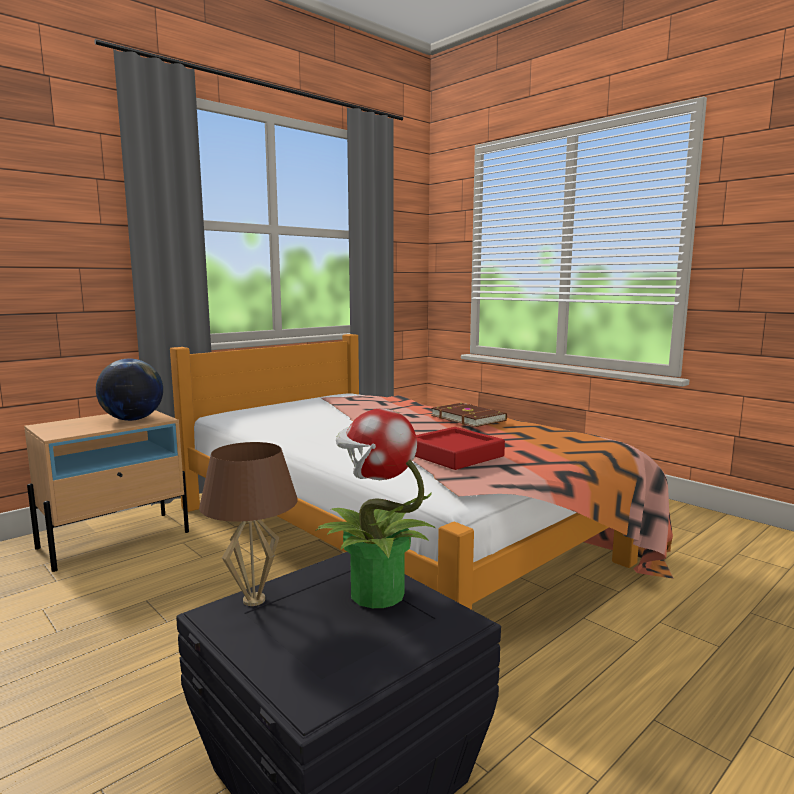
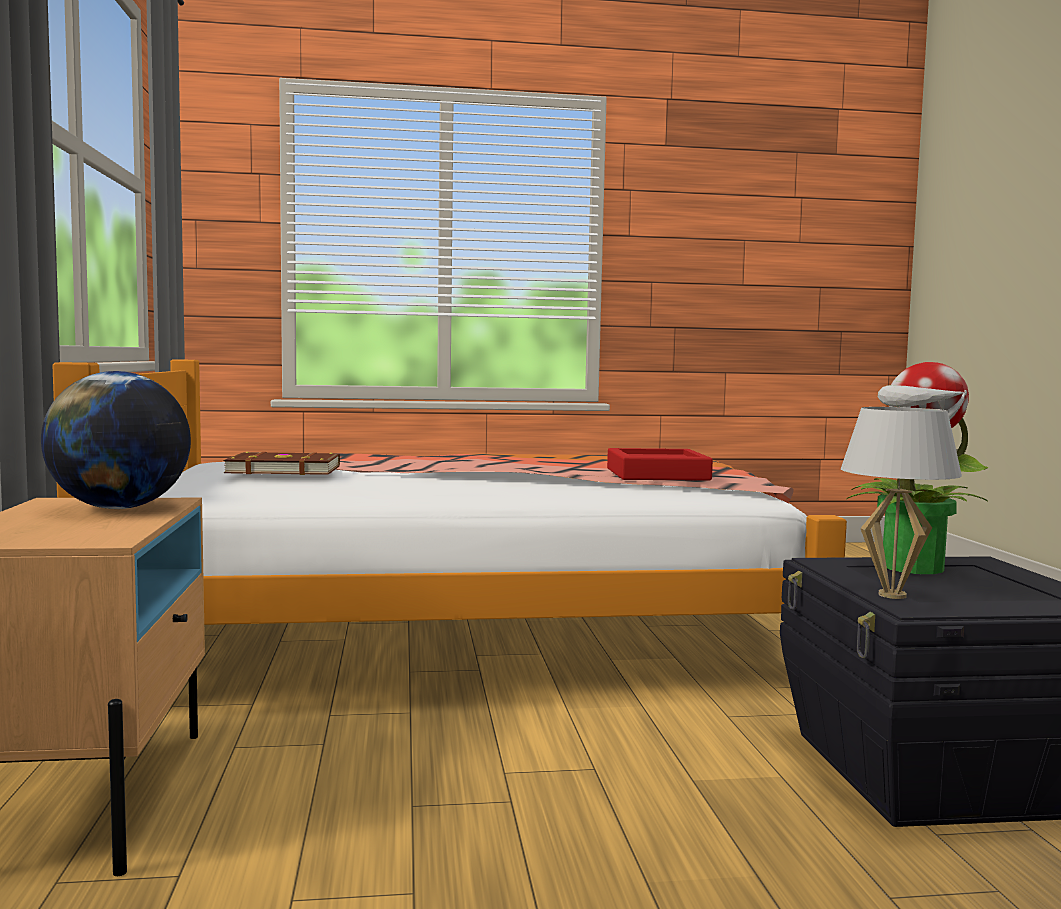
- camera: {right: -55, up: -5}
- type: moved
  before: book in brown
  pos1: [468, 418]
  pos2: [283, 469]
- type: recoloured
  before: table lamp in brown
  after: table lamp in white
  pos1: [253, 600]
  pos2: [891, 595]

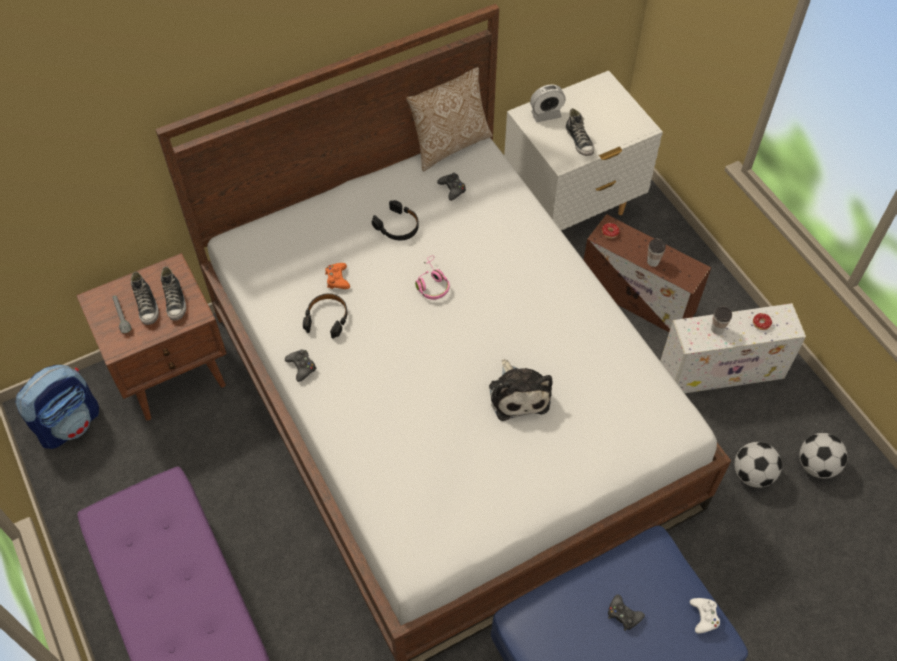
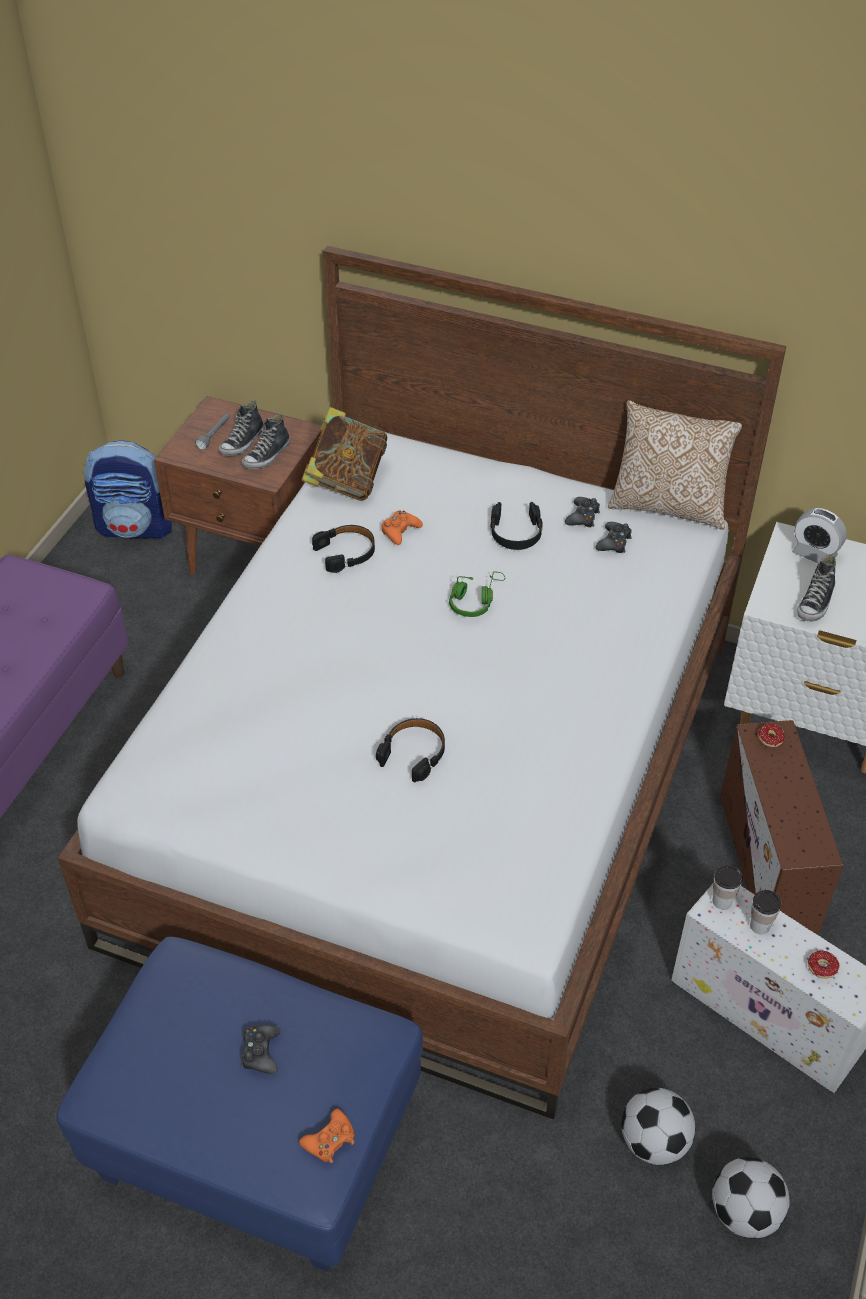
- camera: {right: 50, up: -10}
- type: recoloured
  before: game controller in white
  after: game controller in orange
  pos1: [704, 616]
  pos2: [330, 1140]
- type: added
  after: book
  pos2: [346, 480]
- type: replaced
  before: plush toy
  after: headphones in black
  pos1: [518, 394]
  pos2: [414, 753]
- type: recoloured
  before: headphones in pink
  after: headphones in green
  pos1: [431, 283]
  pos2: [475, 600]
- type: moved
  before: game controller in black
  pos1: [301, 367]
  pos2: [582, 517]
- type: moved
  before: cup
  pos1: [653, 261]
  pos2: [722, 901]

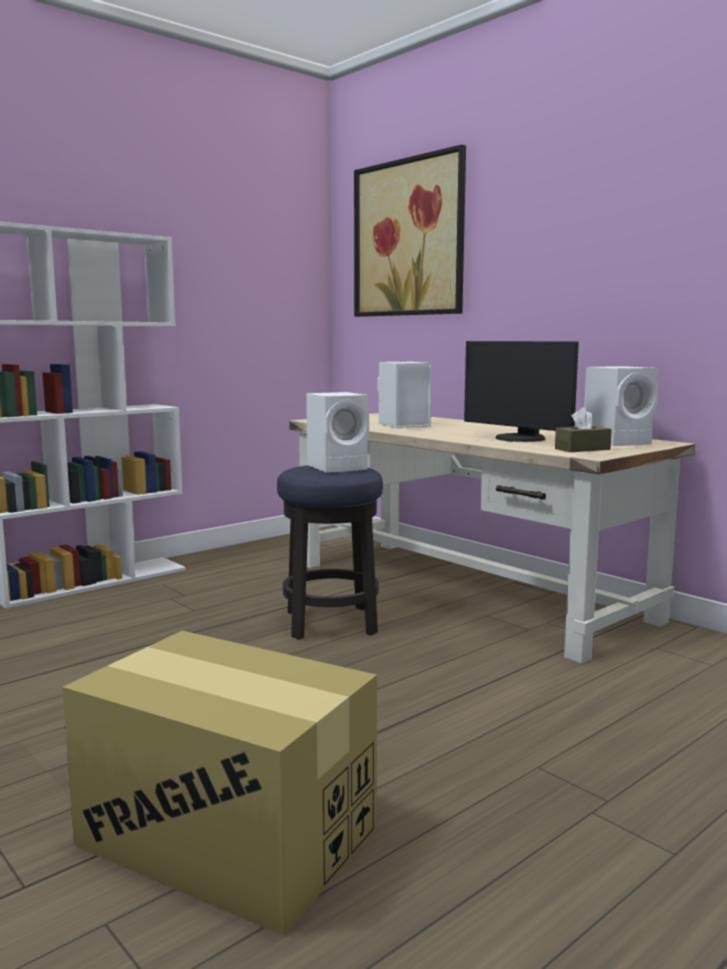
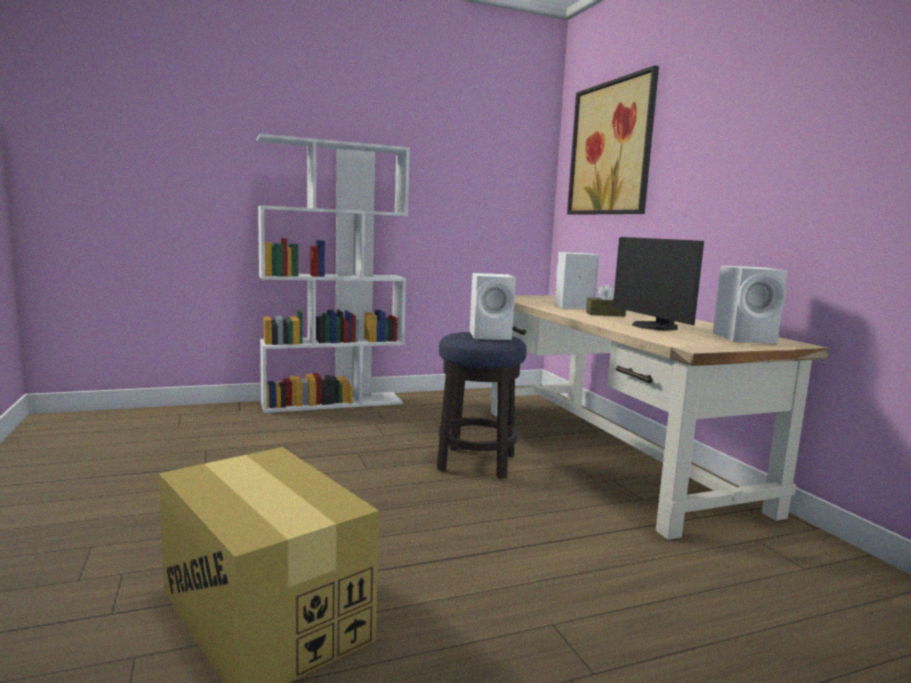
- camera: {right: 20, up: 0}
- type: moved
  before: tissue box in brown
  pos1: [582, 449]
  pos2: [605, 314]

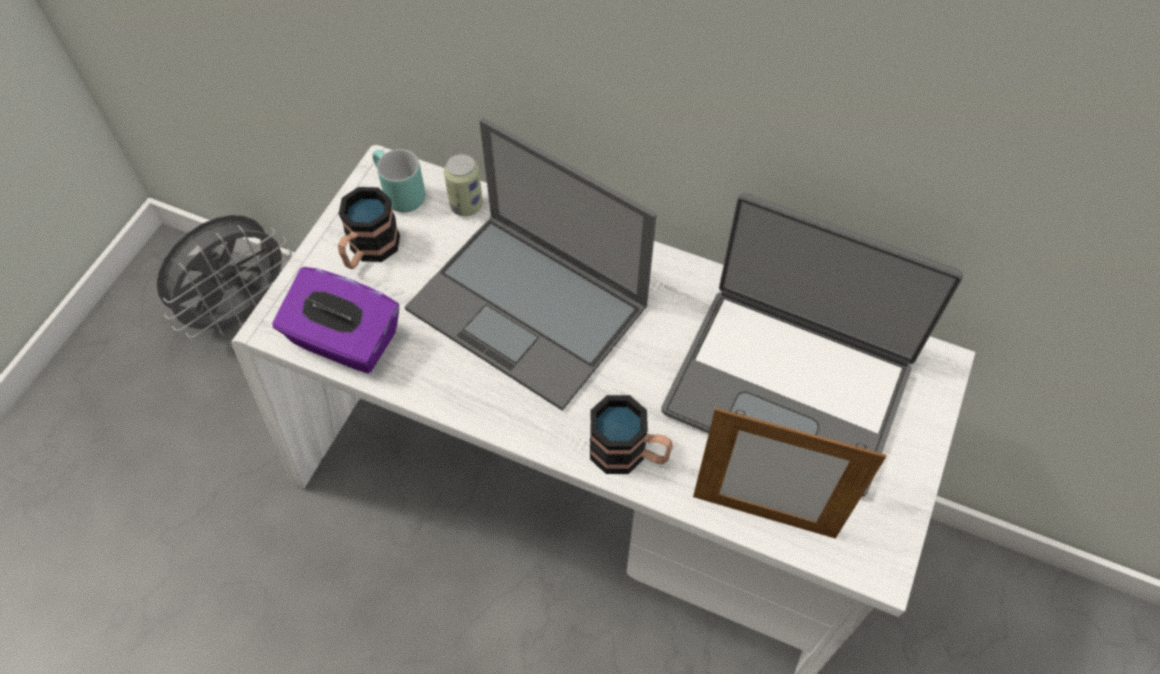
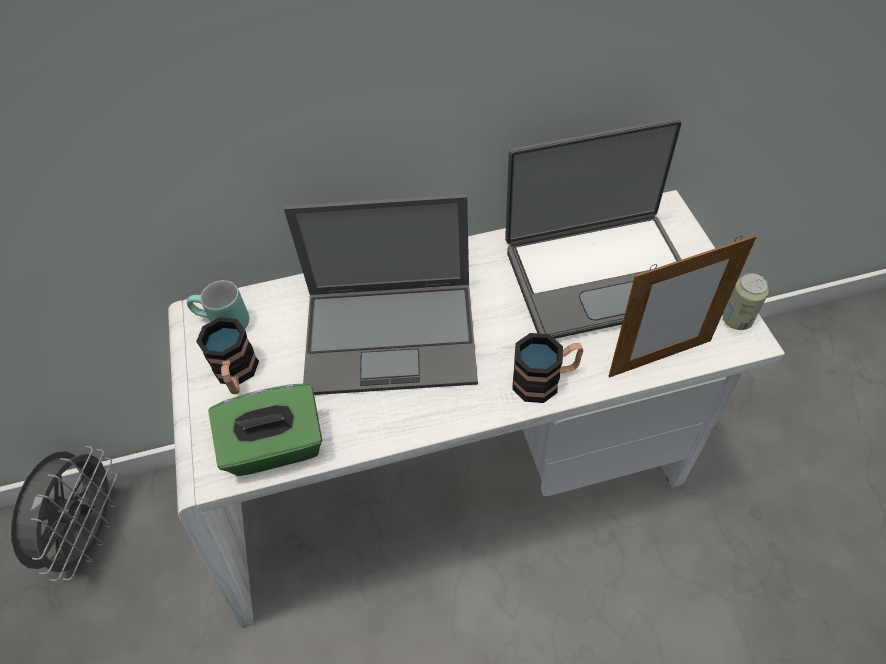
- camera: {right: -35, up: -5}
- type: recoloured
  before: tissue box in purple
  after: tissue box in green
  pos1: [344, 341]
  pos2: [276, 447]
- type: moved
  before: can
  pos1: [466, 205]
  pos2: [736, 320]

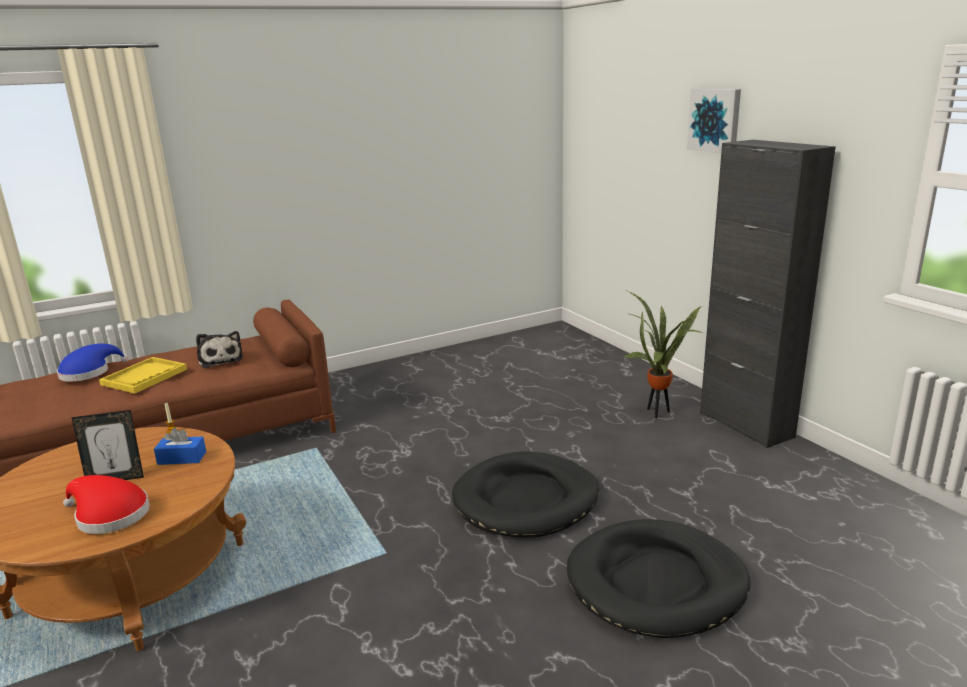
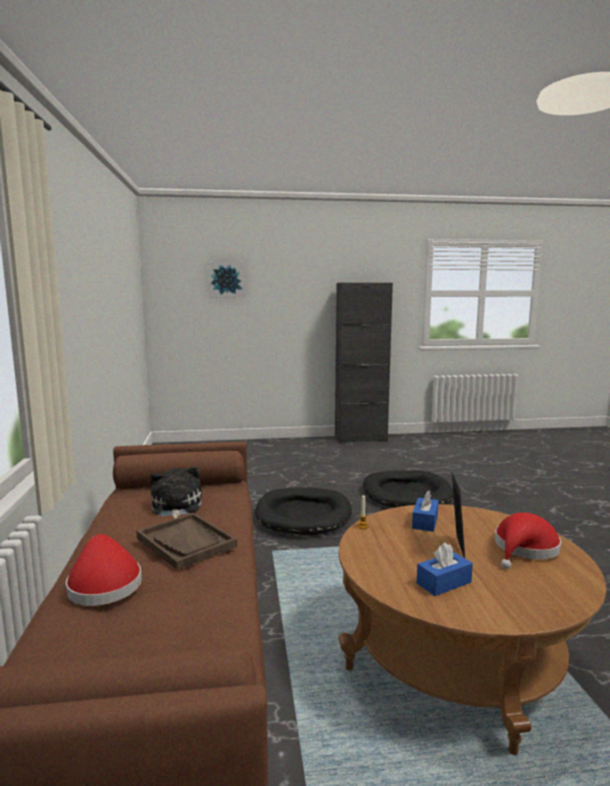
- camera: {right: -70, up: -10}
- type: recoloured
  before: hat in blue
  after: hat in red
  pos1: [88, 372]
  pos2: [104, 584]
- type: recoloured
  before: tray in yellow
  after: tray in brown
  pos1: [144, 377]
  pos2: [186, 542]
- type: turned
  before: plush toy
  pos1: [220, 359]
  pos2: [175, 507]
  turn: -90
- type: moved
  before: picture
  pos1: [715, 120]
  pos2: [226, 279]
- type: moved
  before: dog bed in black
  pos1: [656, 583]
  pos2: [303, 515]
- type: added
  after: tissue box in blue
  pos2: [444, 583]
- type: removed
  before: potted plant
  pos1: [657, 412]

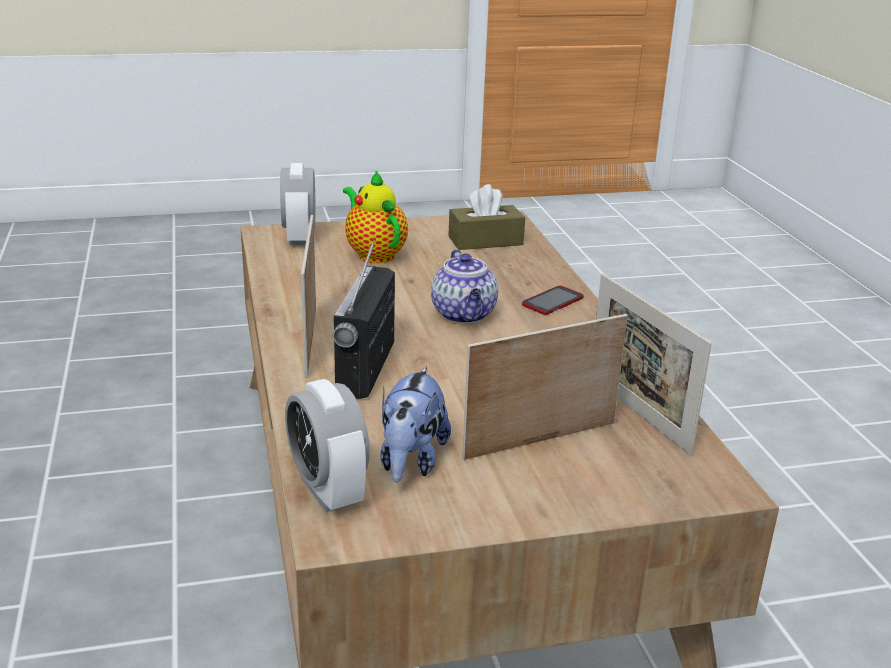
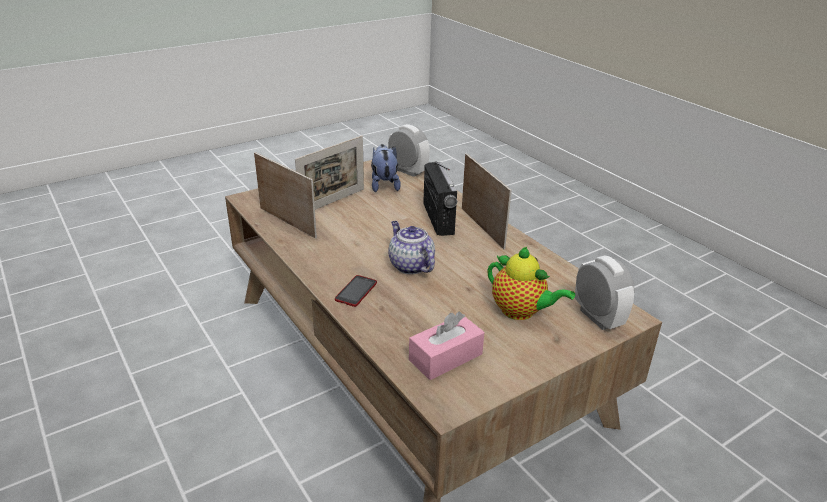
- camera: {right: 160, up: 5}
- type: recoloured
  before: tissue box in brown
  after: tissue box in pink
  pos1: [485, 241]
  pos2: [445, 357]

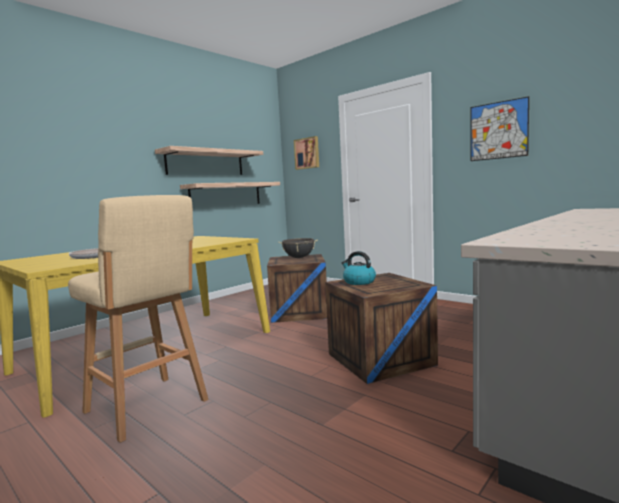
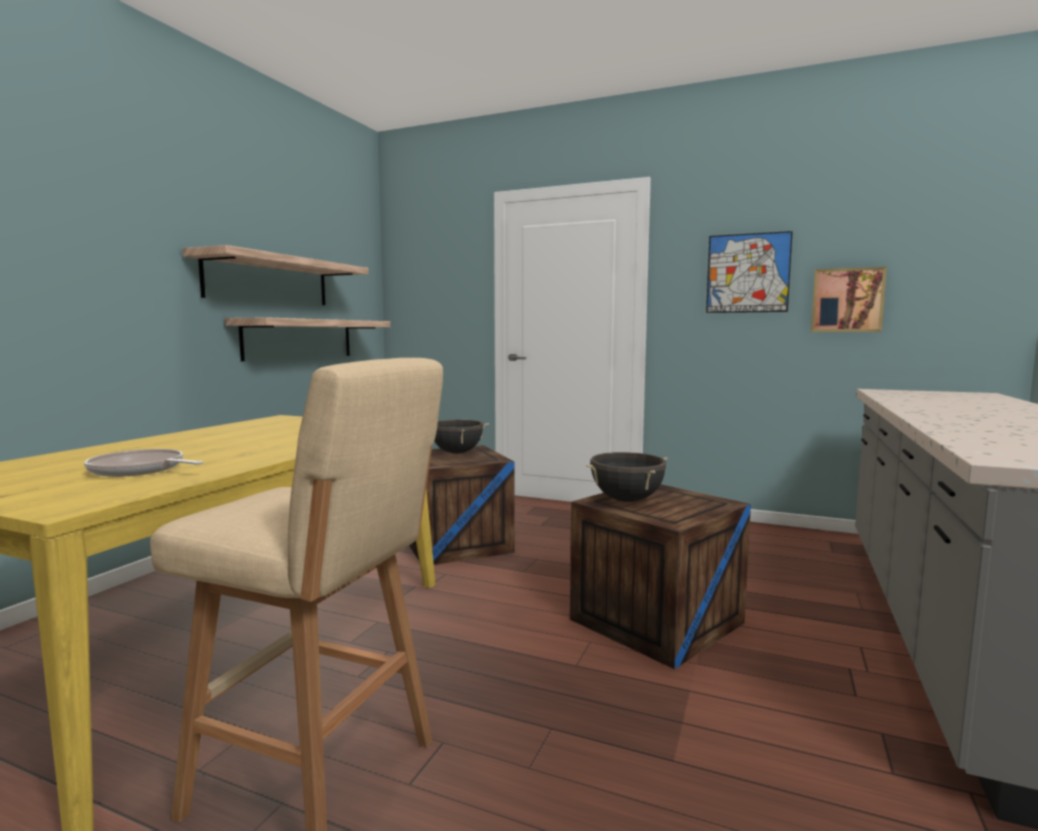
- camera: {right: -20, up: 0}
- type: replaced
  before: kettle
  after: cooking pot in black
  pos1: [358, 282]
  pos2: [627, 500]
- type: moved
  before: picture
  pos1: [307, 153]
  pos2: [847, 300]

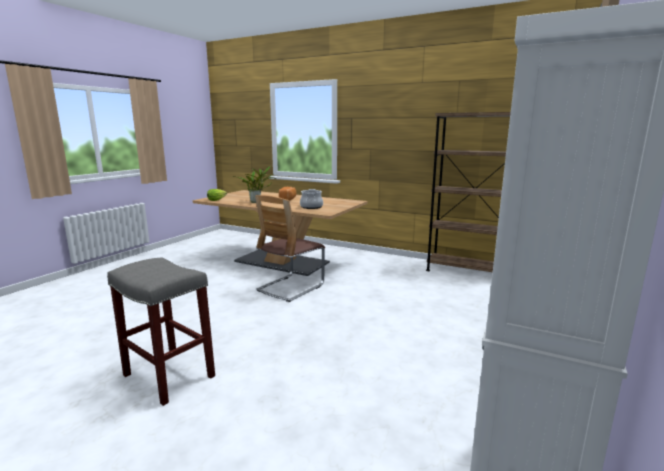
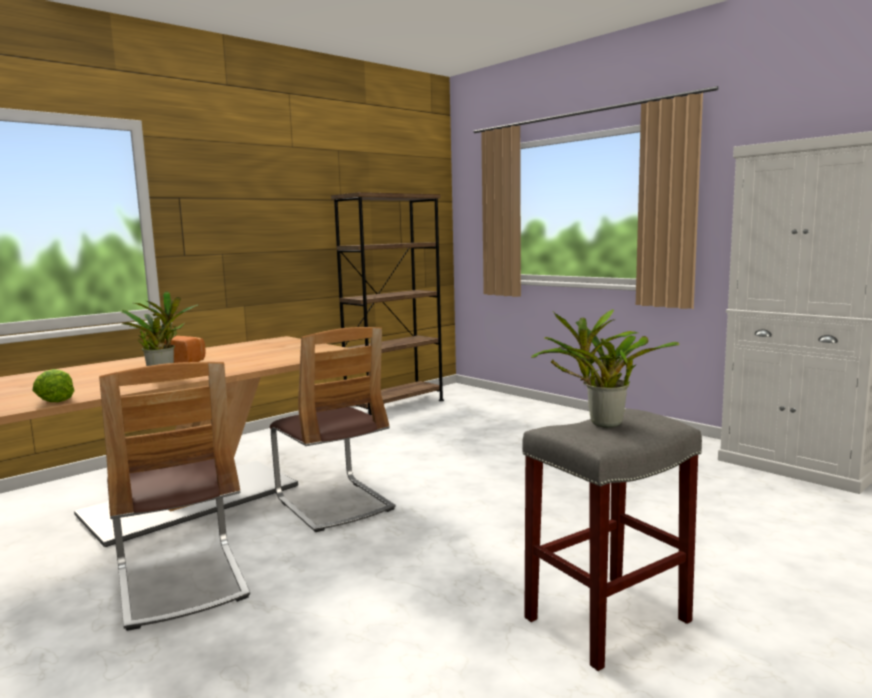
- camera: {right: -70, up: -5}
- type: added
  after: chair
  pos2: [181, 583]
- type: added
  after: potted plant
  pos2: [600, 423]
- type: removed
  before: cooking pot
  pos1: [311, 207]

